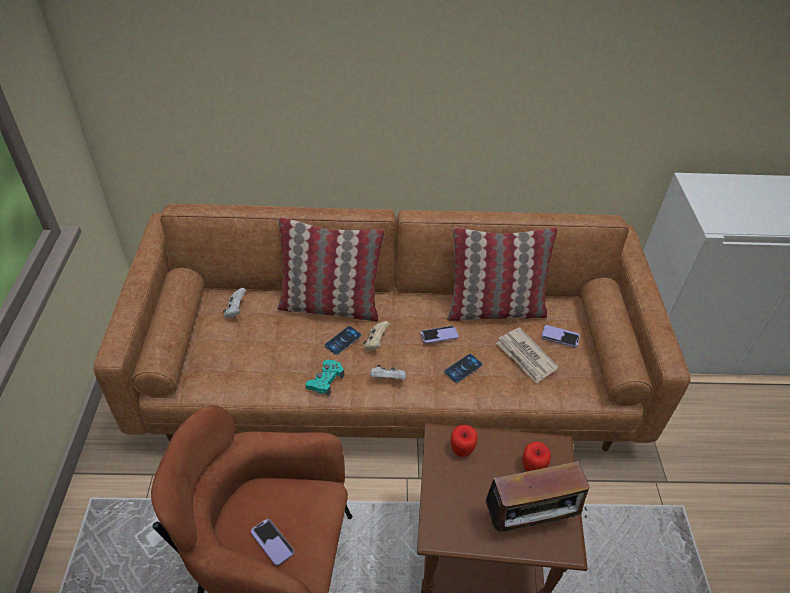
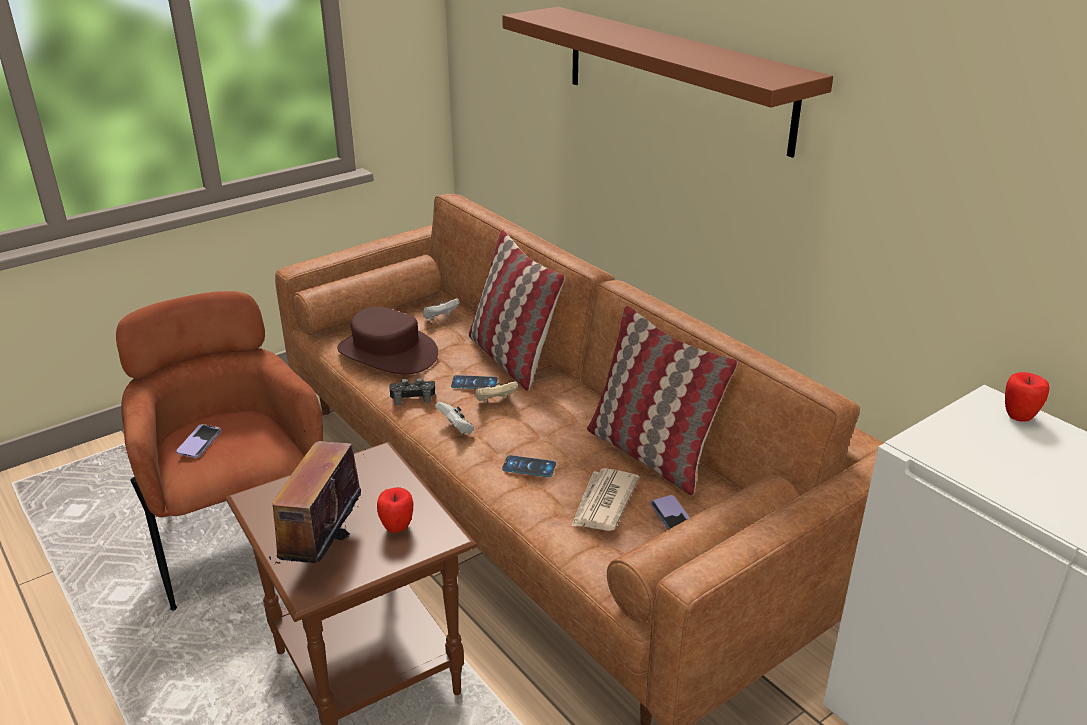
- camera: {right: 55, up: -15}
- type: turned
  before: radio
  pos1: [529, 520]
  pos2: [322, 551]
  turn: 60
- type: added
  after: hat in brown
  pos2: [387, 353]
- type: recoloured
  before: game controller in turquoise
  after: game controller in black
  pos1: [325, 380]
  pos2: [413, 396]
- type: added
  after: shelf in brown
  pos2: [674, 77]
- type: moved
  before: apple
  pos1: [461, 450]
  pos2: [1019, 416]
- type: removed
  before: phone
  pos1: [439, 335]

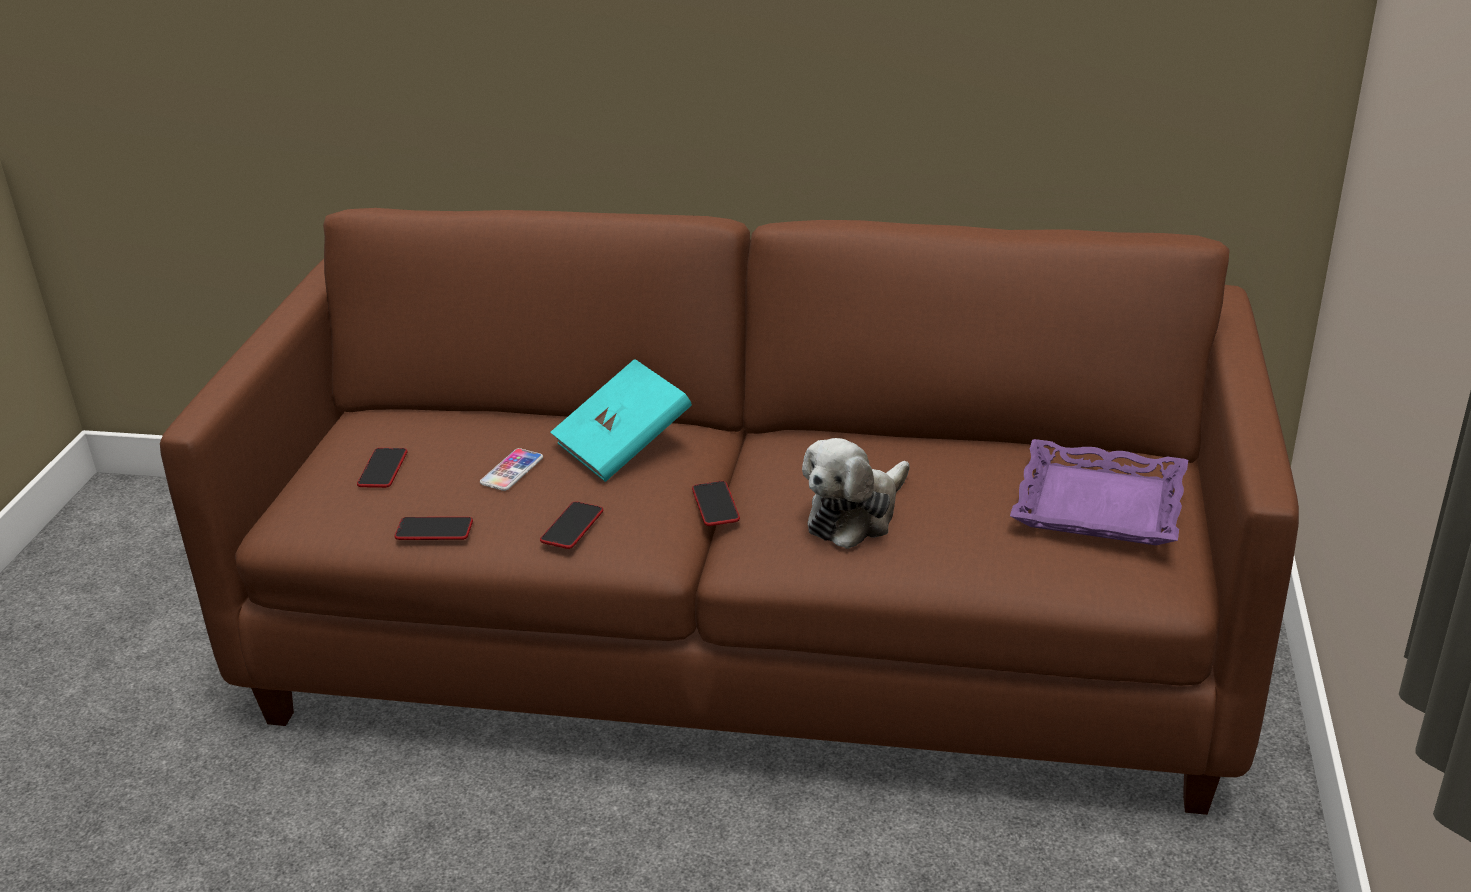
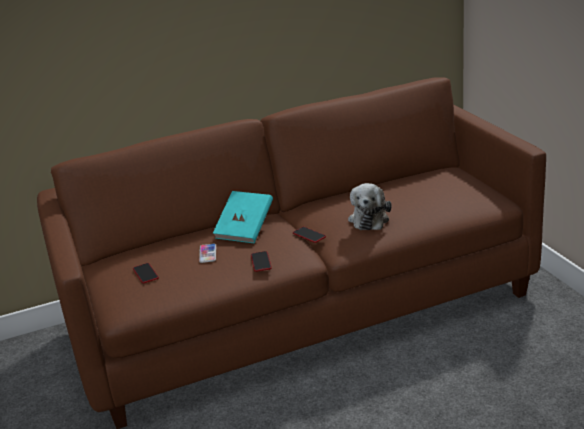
- camera: {right: -30, up: -5}
- type: removed
  before: phone
  pos1: [434, 530]
- type: removed
  before: tray in purple
  pos1: [1099, 504]

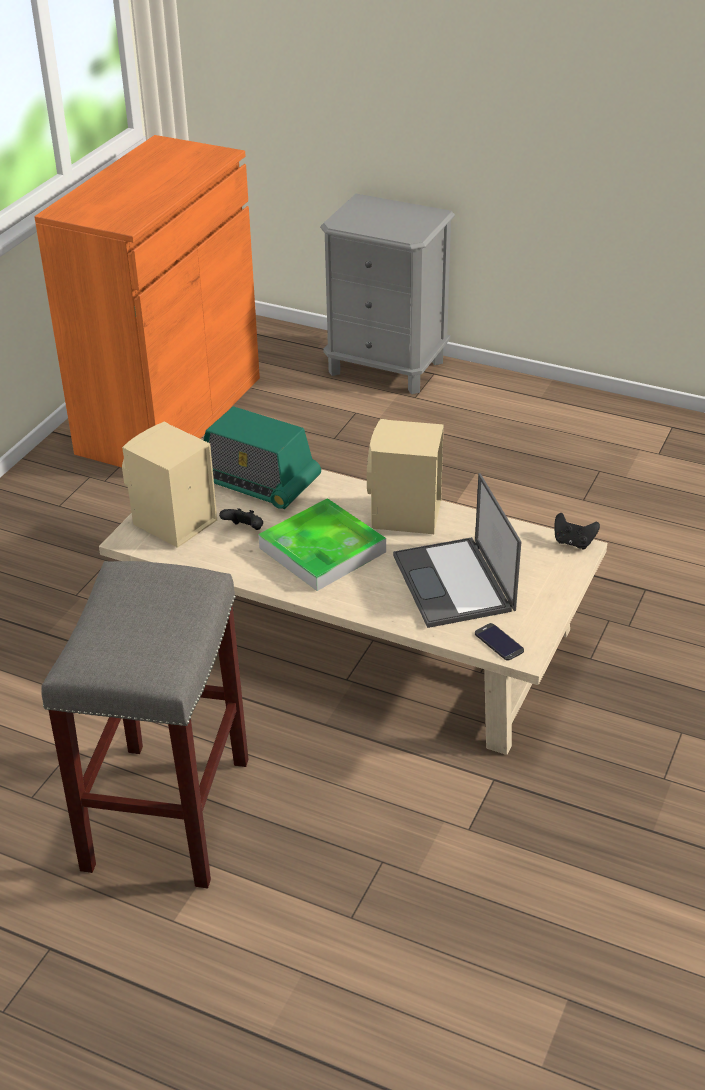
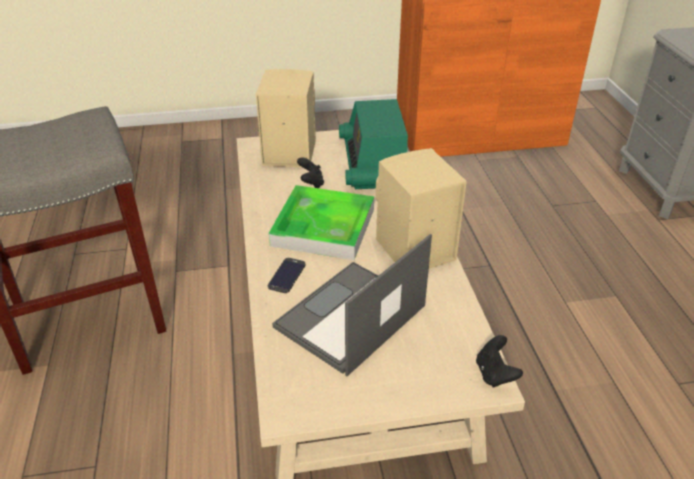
- camera: {right: 55, up: 0}
- type: moved
  before: phone
  pos1: [499, 642]
  pos2: [287, 275]

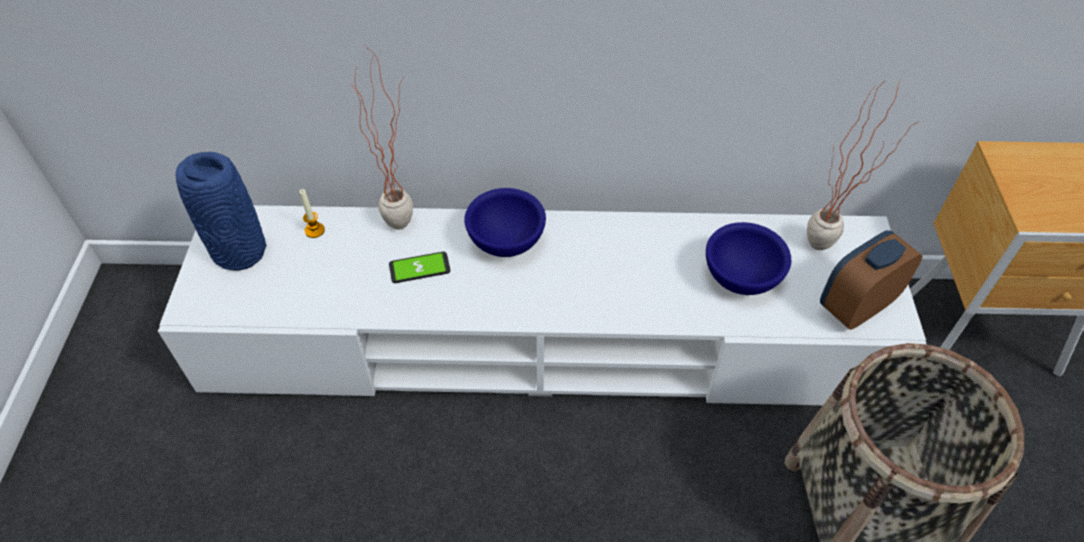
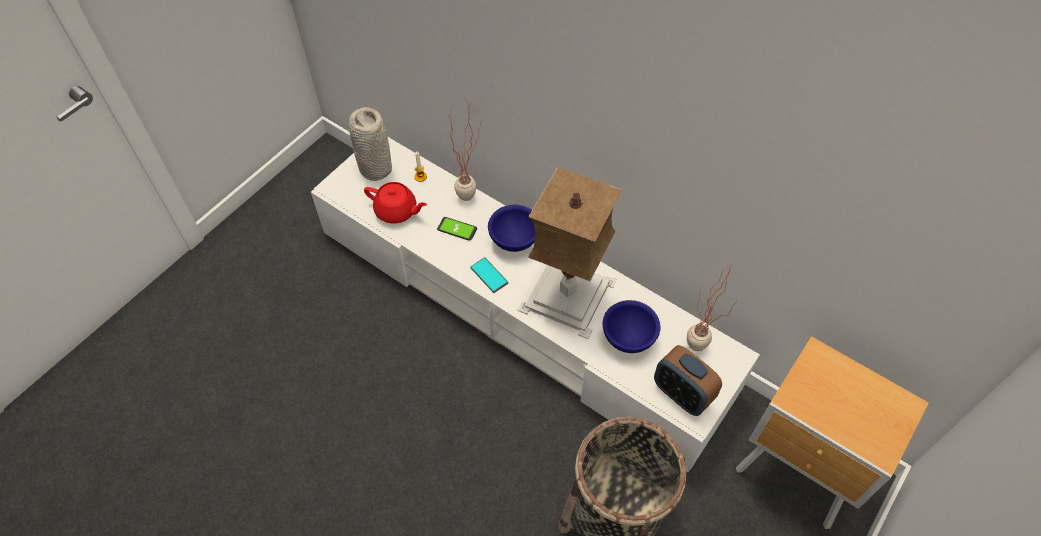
- camera: {right: 35, up: 5}
- type: recoloured
  before: vase in blue
  after: vase in grey
  pos1: [241, 253]
  pos2: [376, 170]
- type: added
  after: teapot in red
  pos2: [397, 211]
- type: added
  after: phone
  pos2: [489, 275]
- type: added
  after: table lamp
  pos2: [570, 294]
- type: turned
  before: alarm clock
  pos1: [856, 306]
  pos2: [681, 394]
  turn: -135

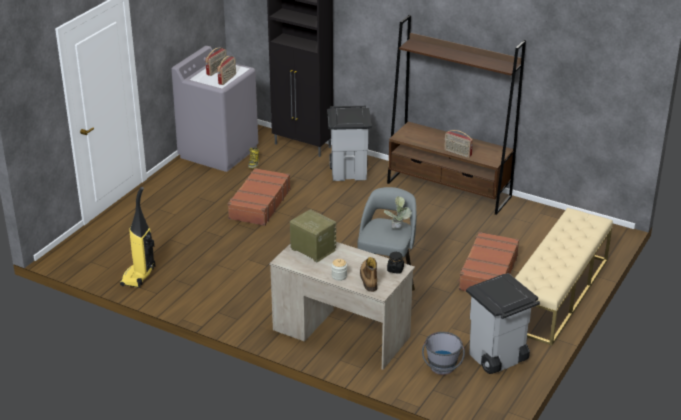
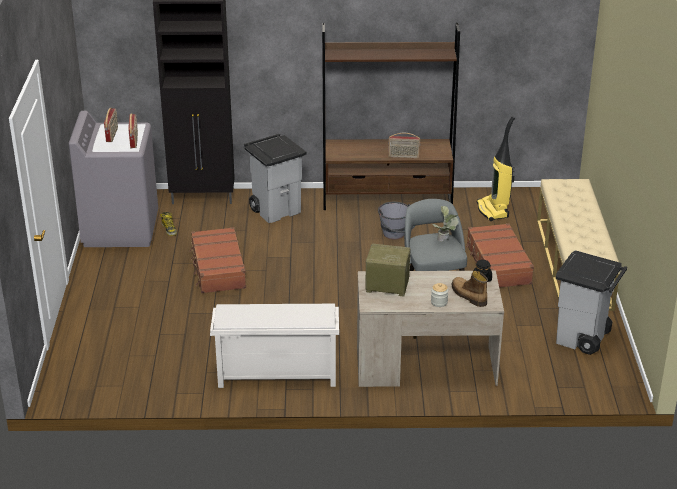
- camera: {right: -30, up: 0}
- type: added
  after: shoe rack in white
  pos2: [276, 375]
- type: moved
  before: bucket in grey
  pos1: [442, 370]
  pos2: [396, 236]
- type: moved
  before: vacuum cleaner
  pos1: [139, 277]
  pos2: [493, 210]

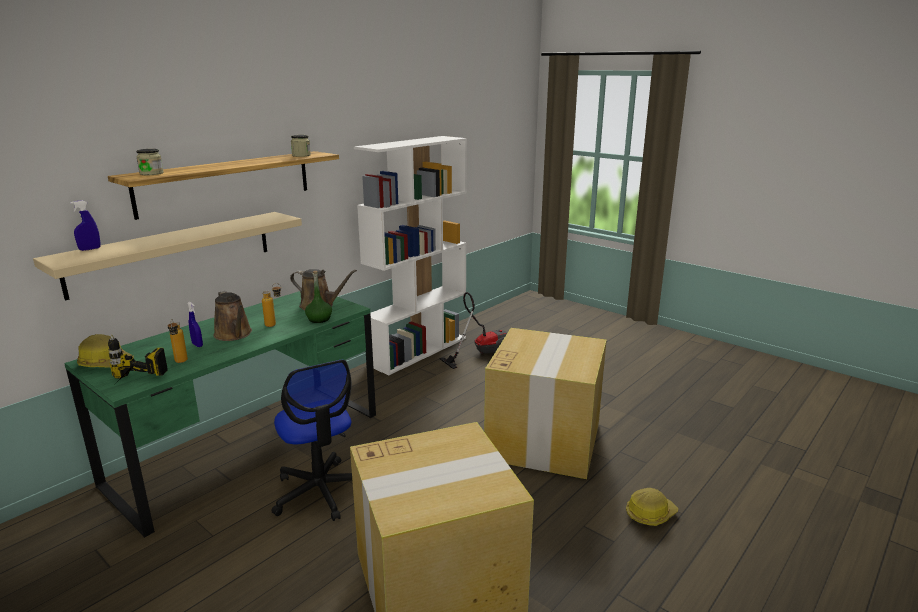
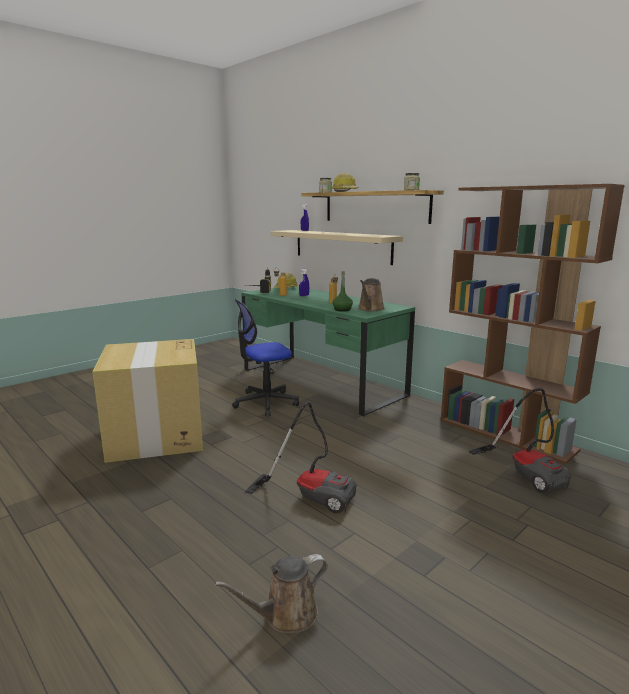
- camera: {right: 95, up: -5}
- type: moved
  before: watering can in brown
  pos1: [234, 335]
  pos2: [285, 615]
- type: replaced
  before: cardboard box
  after: vacuum cleaner
  pos1: [544, 440]
  pos2: [312, 494]
- type: moved
  before: hard hat
  pos1: [650, 514]
  pos2: [345, 191]
- type: recoloured
  before: bookcase in white
  after: bookcase in brown
  pos1: [418, 351]
  pos2: [506, 434]

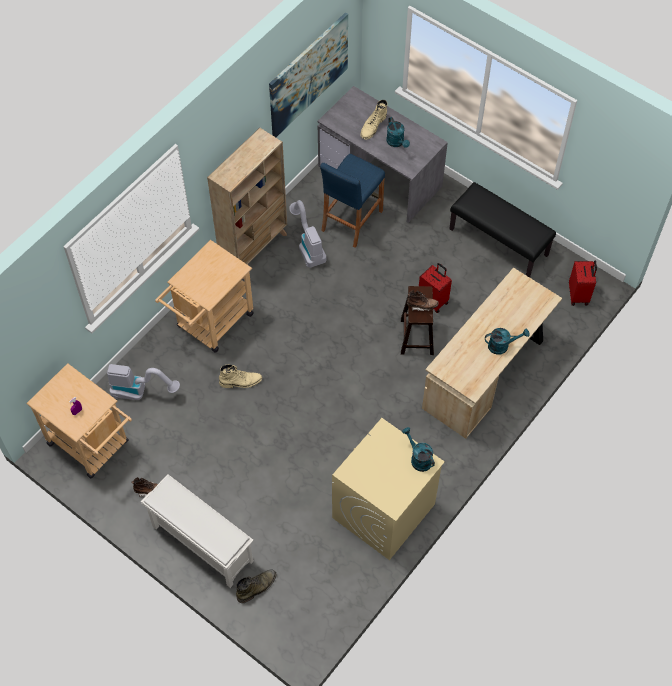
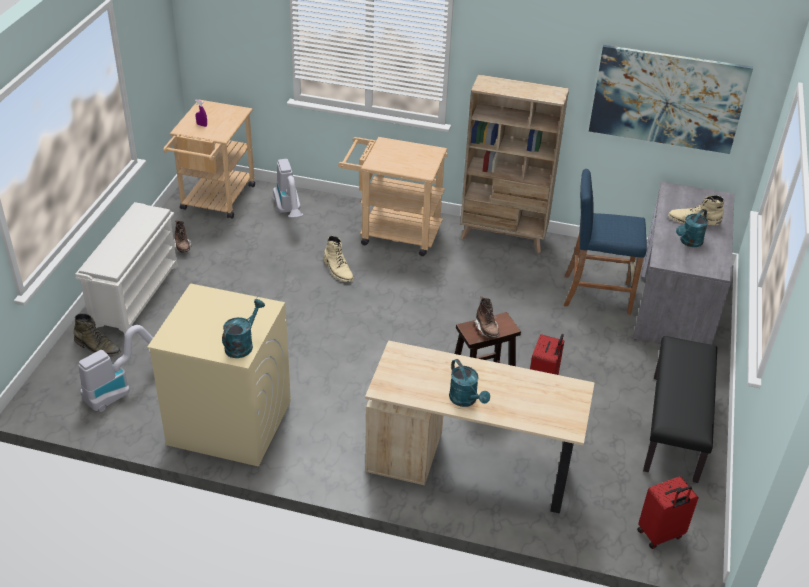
- camera: {right: 65, up: -20}
- type: moved
  before: vacuum cleaner
  pos1: [307, 245]
  pos2: [120, 388]

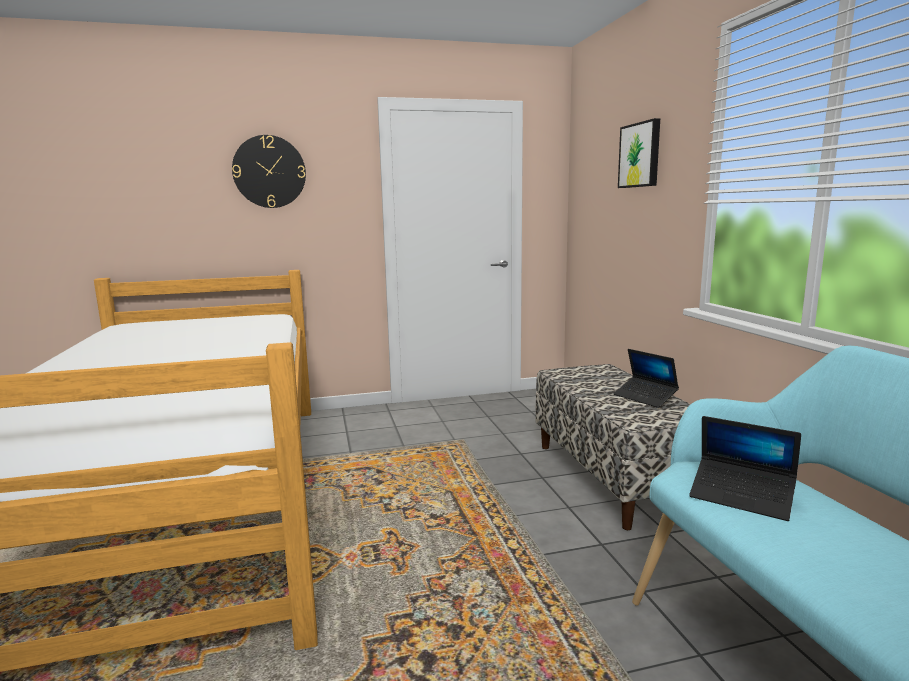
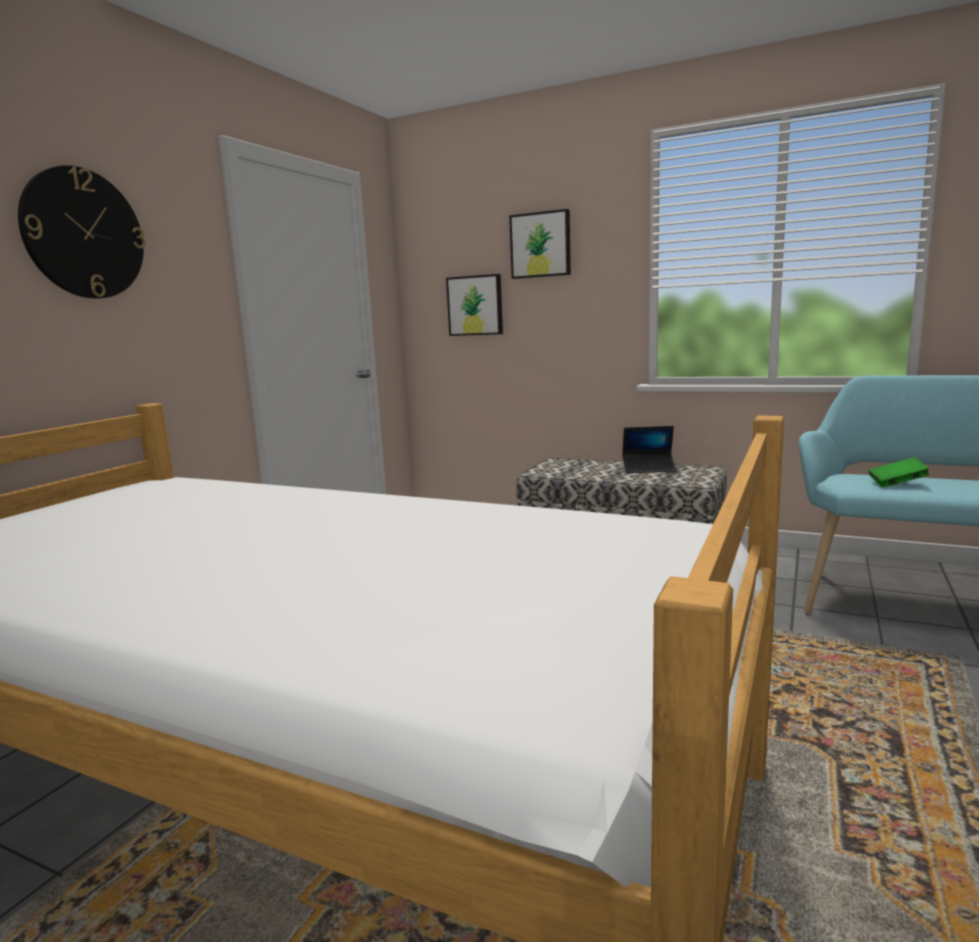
- camera: {right: -50, up: 0}
- type: added
  after: picture
  pos2: [475, 305]
- type: replaced
  before: laptop
  after: book in green
  pos1: [741, 496]
  pos2: [897, 484]

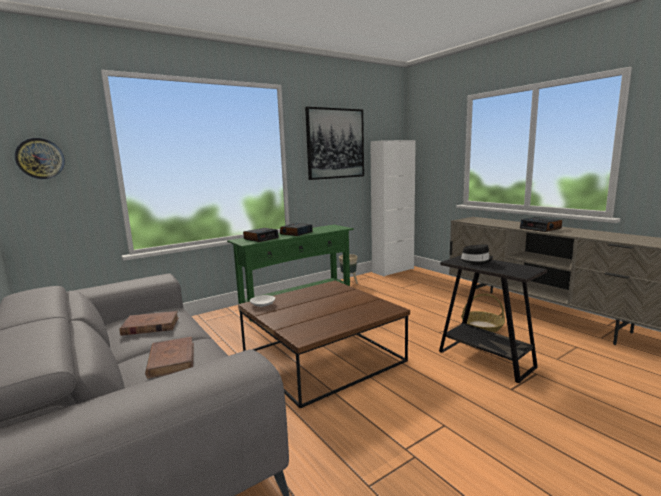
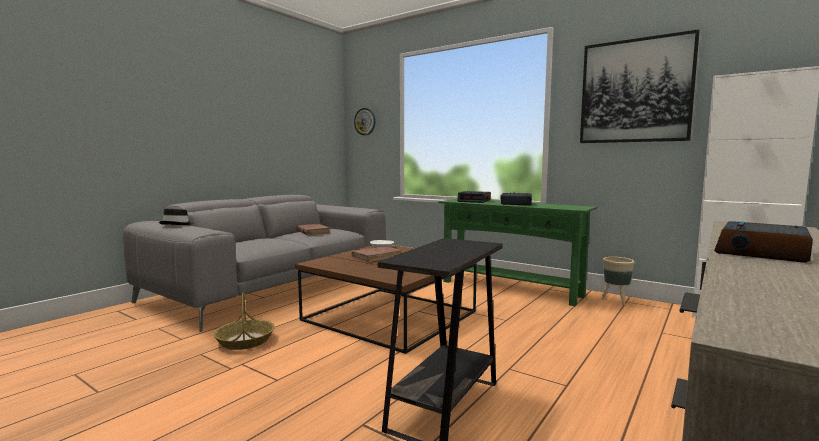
- camera: {right: 70, up: -5}
- type: moved
  before: hat in black
  pos1: [474, 261]
  pos2: [178, 224]
- type: moved
  before: basket
  pos1: [482, 327]
  pos2: [245, 341]
- type: moved
  before: book in brown
  pos1: [171, 360]
  pos2: [377, 257]

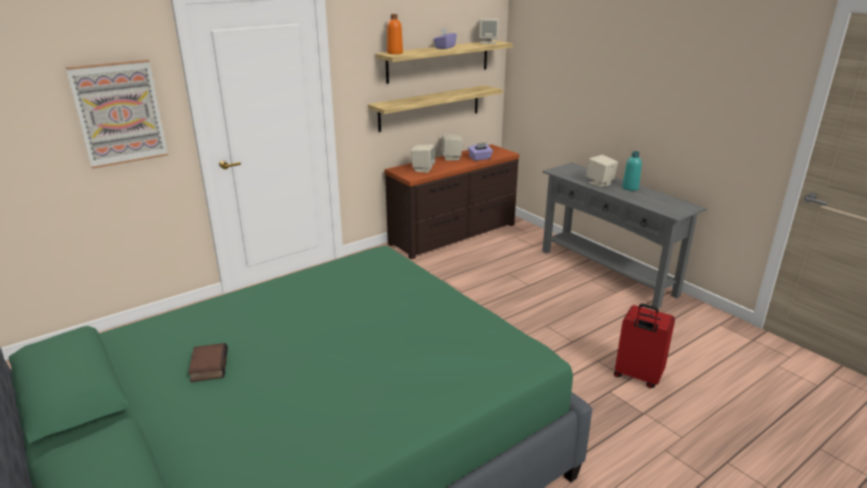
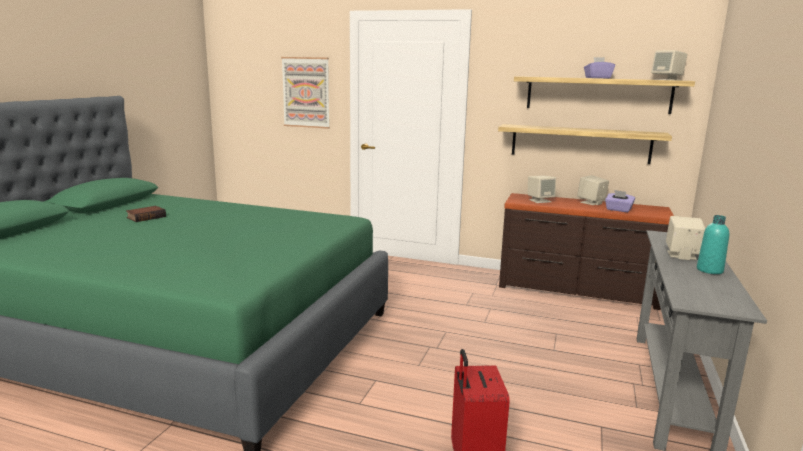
- camera: {right: 55, up: -10}
- type: removed
  before: bottle in orange
  pos1: [395, 53]

